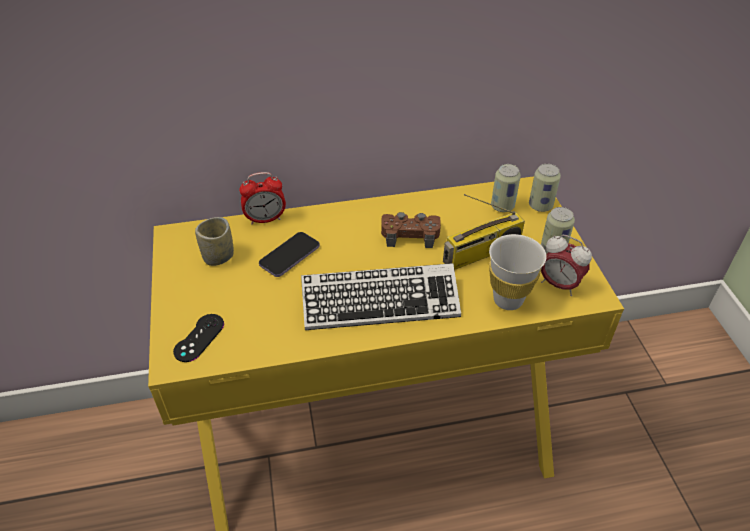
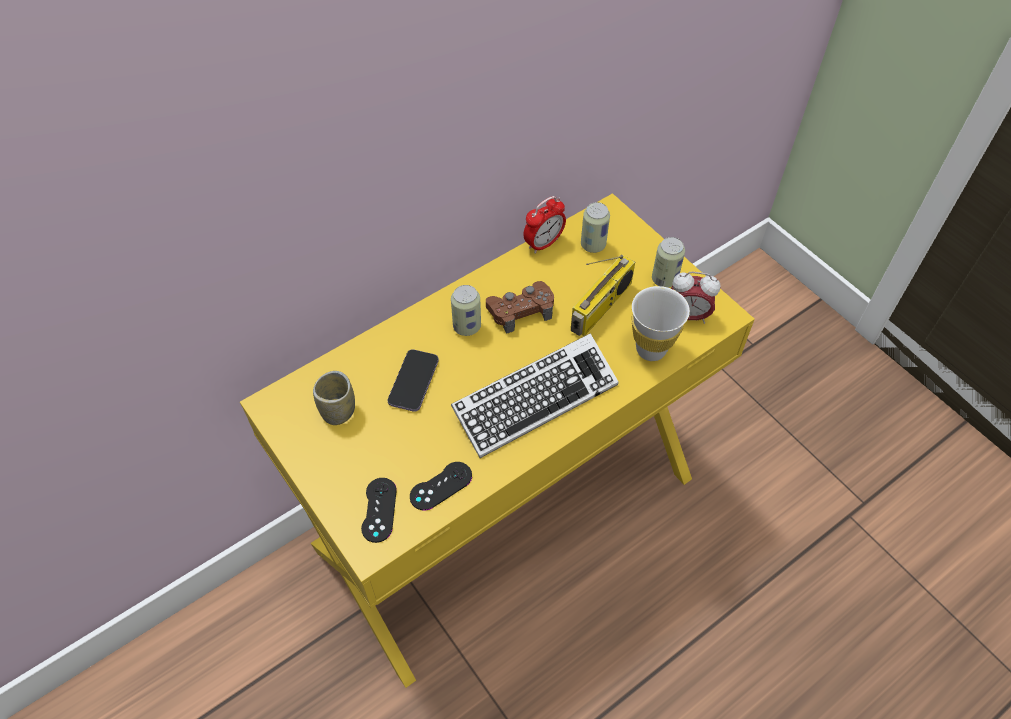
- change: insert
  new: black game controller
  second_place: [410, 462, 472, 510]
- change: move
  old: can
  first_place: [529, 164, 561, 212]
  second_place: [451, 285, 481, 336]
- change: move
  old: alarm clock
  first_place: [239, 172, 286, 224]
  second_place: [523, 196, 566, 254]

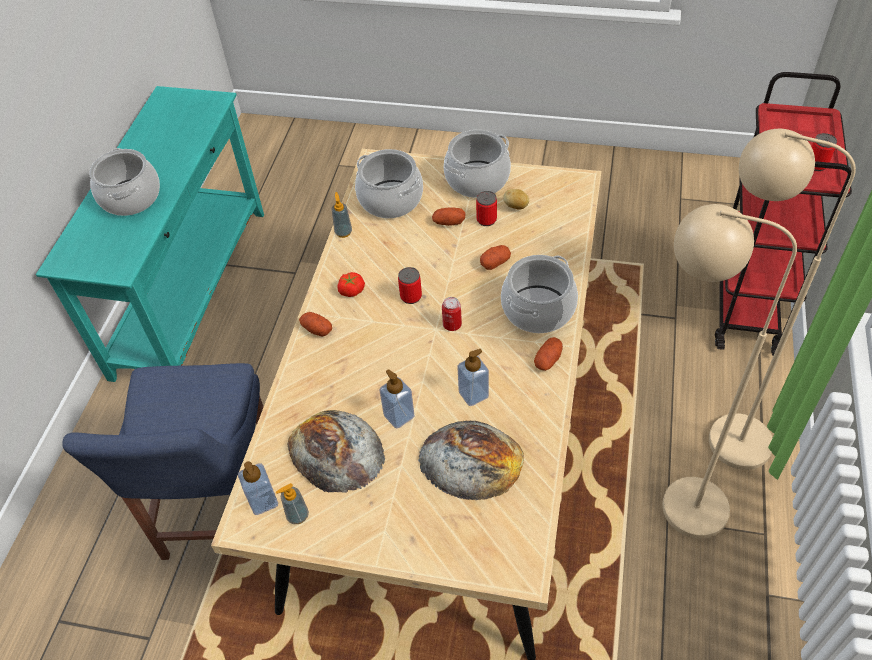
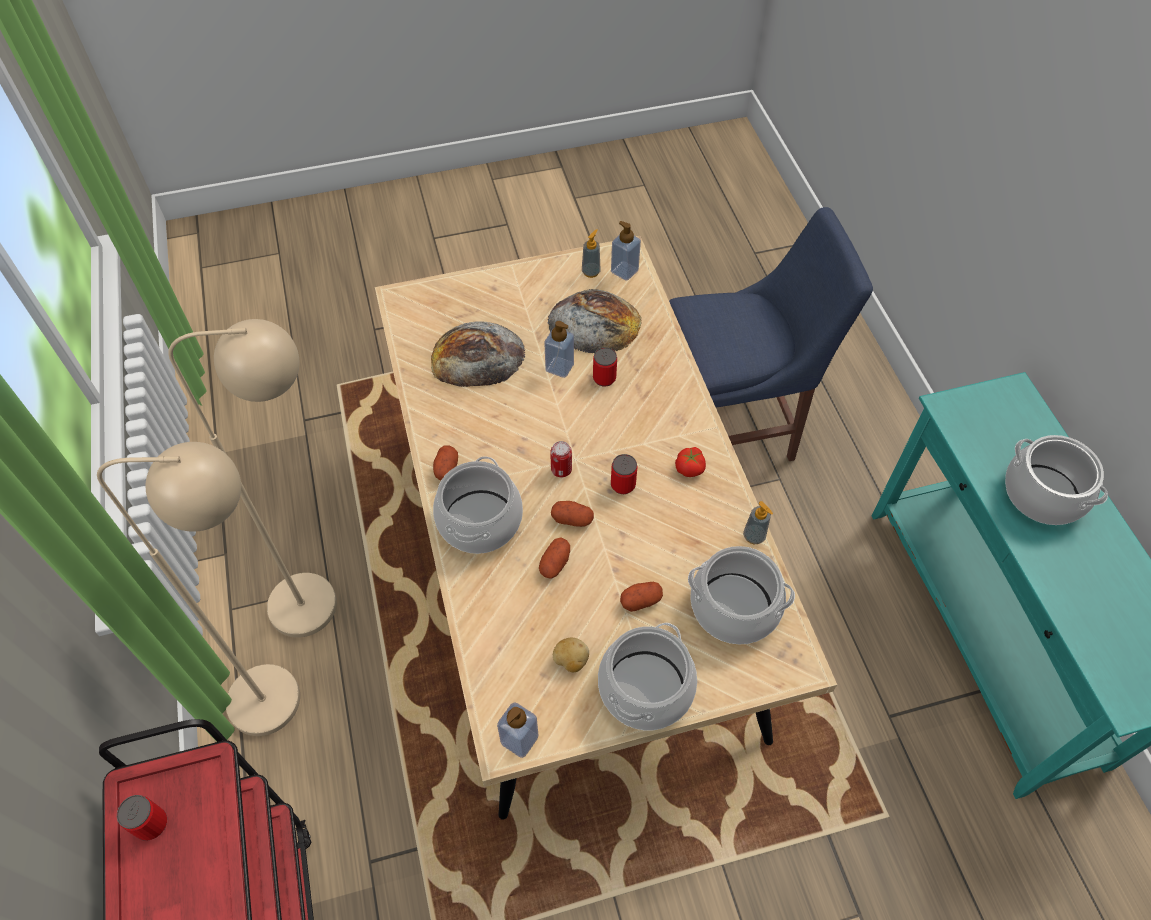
- change: move
  old: soap dispenser
  first_place: [457, 349, 489, 406]
  second_place: [497, 702, 538, 758]
- change: move
  old: potato
  first_place: [299, 312, 332, 336]
  second_place: [551, 501, 594, 527]
- change: move
  old: can
  first_place: [476, 191, 497, 226]
  second_place: [593, 347, 617, 387]
- change: rotate
  old: blue chair
  first_place: [62, 363, 263, 560]
  second_place: [669, 207, 873, 461]
  degrees: 105

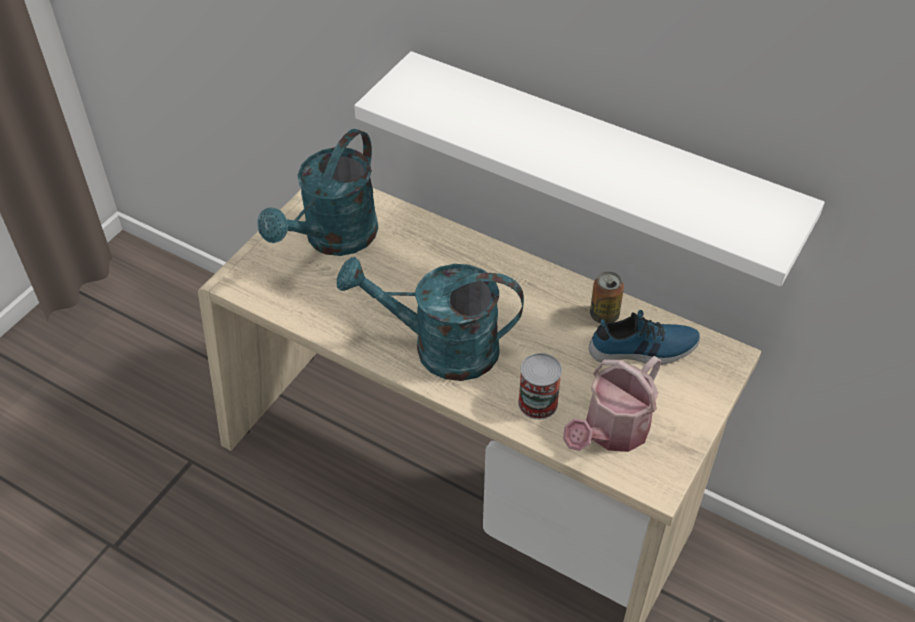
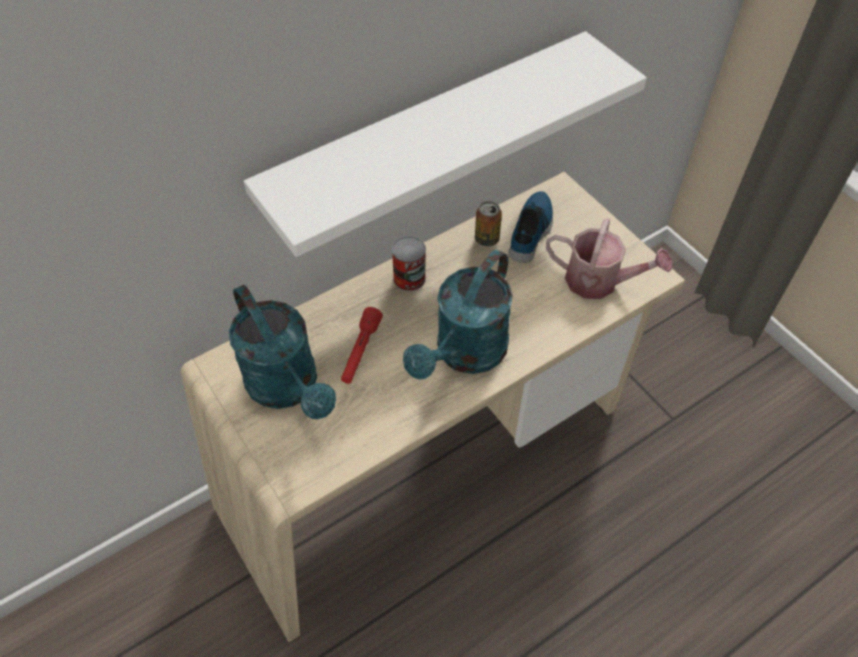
- change: insert
  new: red flashlight
  second_place: [341, 307, 383, 384]
- change: move
  old: can
  first_place: [518, 353, 562, 419]
  second_place: [392, 236, 426, 291]
- change: rotate
  old: watering can
  first_place: [563, 356, 661, 452]
  second_place: [546, 218, 672, 299]
  degrees: -45

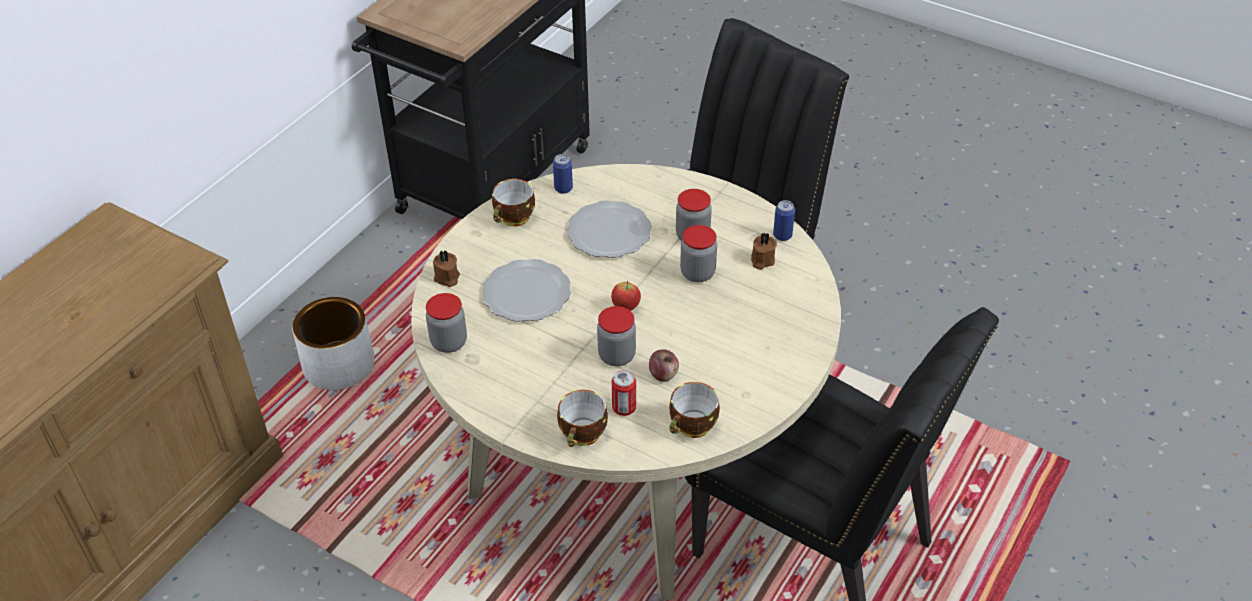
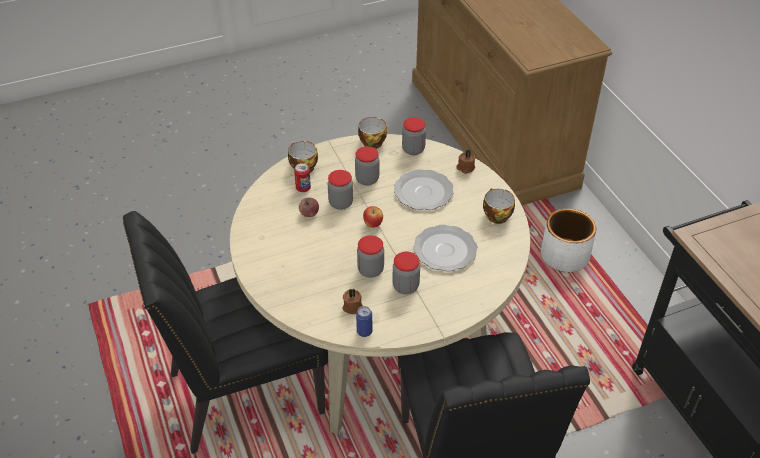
- change: insert
  new: jar
  second_place: [355, 146, 379, 186]
- change: move
  old: cup
  first_place: [669, 382, 720, 438]
  second_place: [358, 117, 387, 149]
- change: delete
  old: can
  first_place: [553, 154, 573, 194]

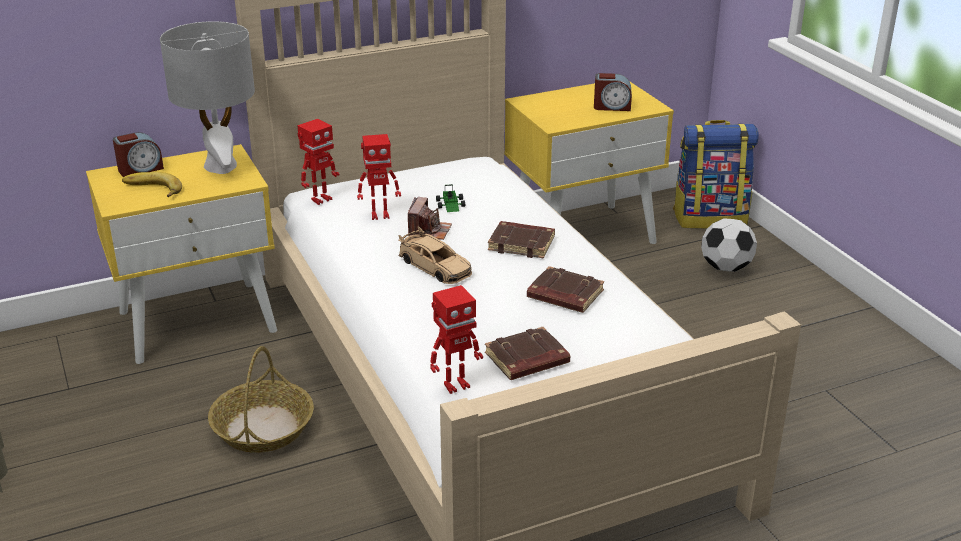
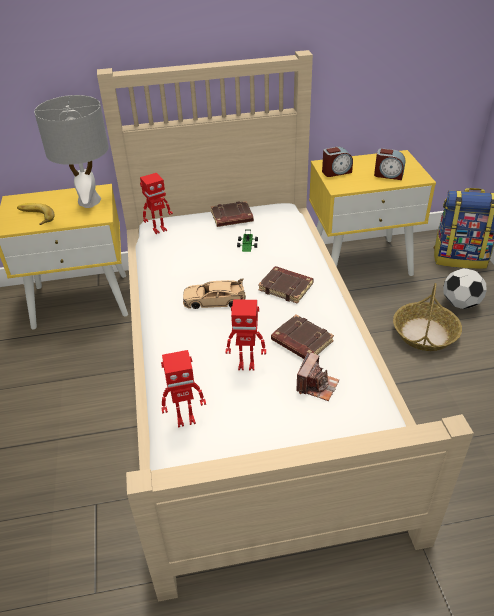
- change: rotate
  old: beige toy car
  first_place: [398, 226, 472, 284]
  second_place: [183, 278, 246, 309]
  degrees: 120
- change: move
  old: brown book
  first_place: [485, 327, 570, 380]
  second_place: [211, 201, 254, 227]
- change: move
  old: toy robot
  first_place: [357, 134, 401, 220]
  second_place: [226, 299, 266, 371]
- change: move
  old: photo camera
  first_place: [408, 197, 452, 240]
  second_place: [296, 352, 339, 401]
- change: move
  old: alarm clock
  first_place: [113, 132, 164, 177]
  second_place: [322, 147, 353, 177]
- change: move
  old: basket
  first_place: [208, 346, 314, 453]
  second_place: [393, 283, 462, 351]

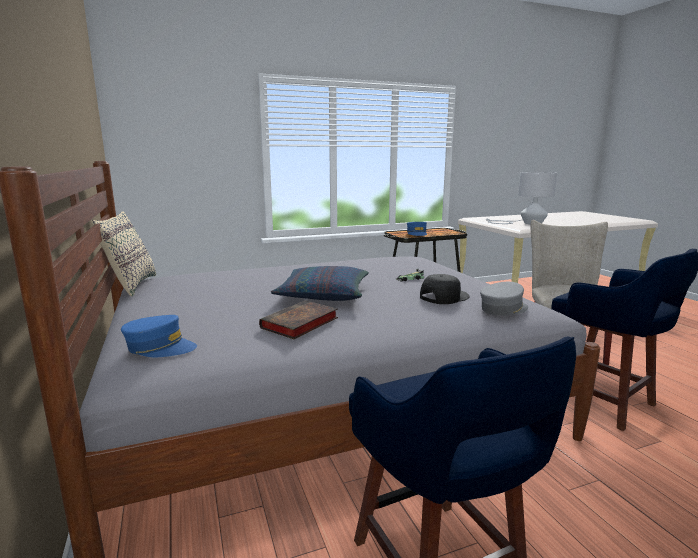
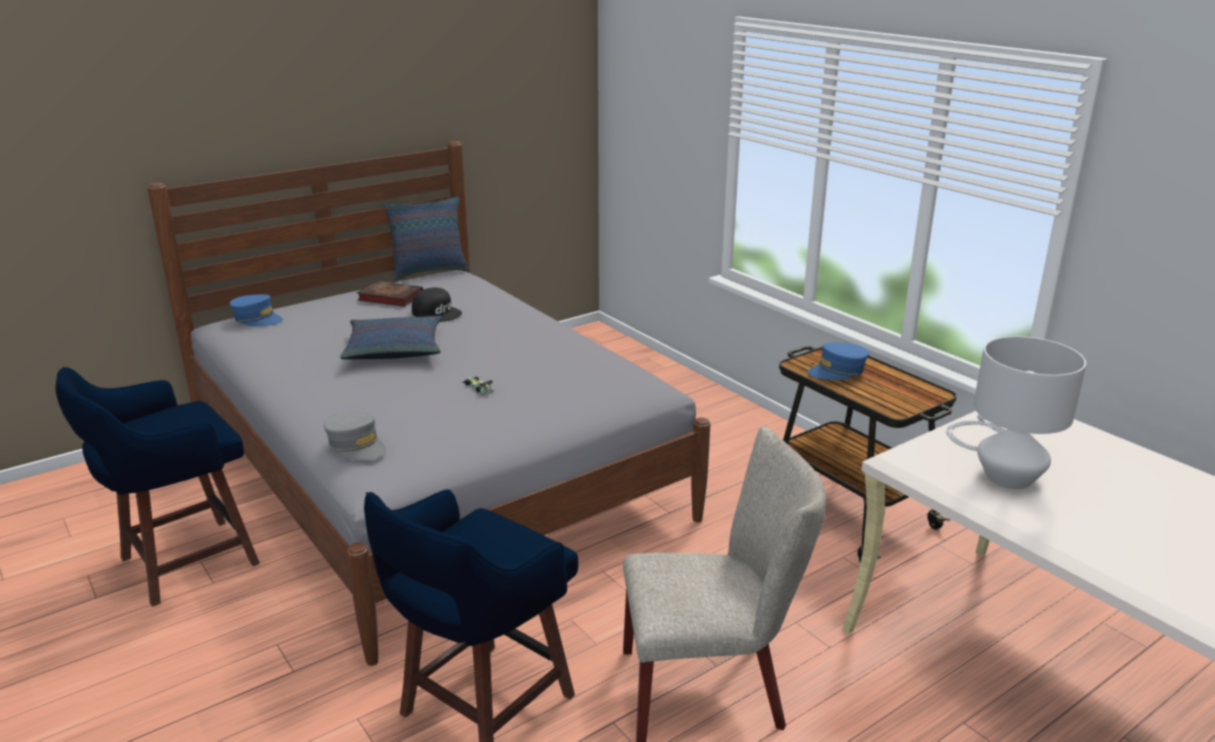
- change: rotate
  old: blue cap
  first_place: [121, 315, 197, 357]
  second_place: [229, 295, 283, 326]
  degrees: -60
- change: move
  old: book
  first_place: [259, 300, 338, 339]
  second_place: [357, 281, 423, 307]
- change: recolor
  old: beige pillow
  new: blue pillow
  first_place: [91, 211, 156, 296]
  second_place: [382, 197, 470, 281]
- change: move
  old: black cap
  first_place: [420, 274, 469, 304]
  second_place: [412, 288, 462, 322]

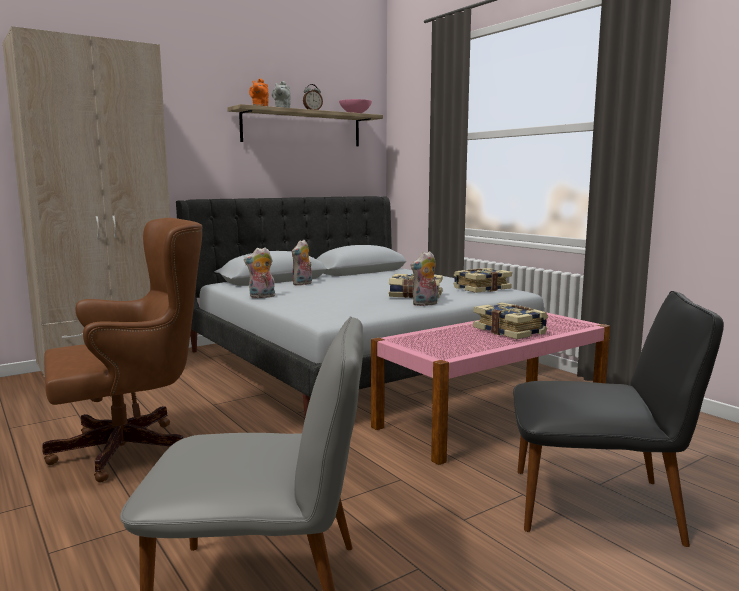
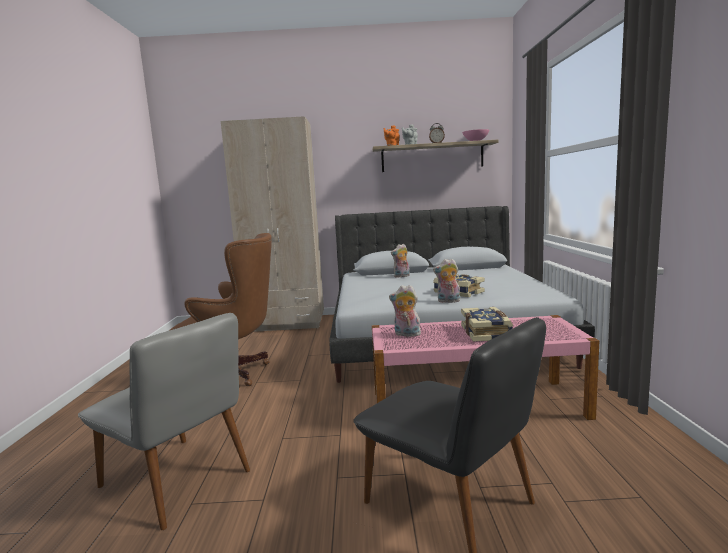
- change: move
  old: plush toy
  first_place: [244, 247, 275, 298]
  second_place: [389, 285, 421, 337]
- change: delete
  old: book
  first_place: [453, 268, 512, 293]

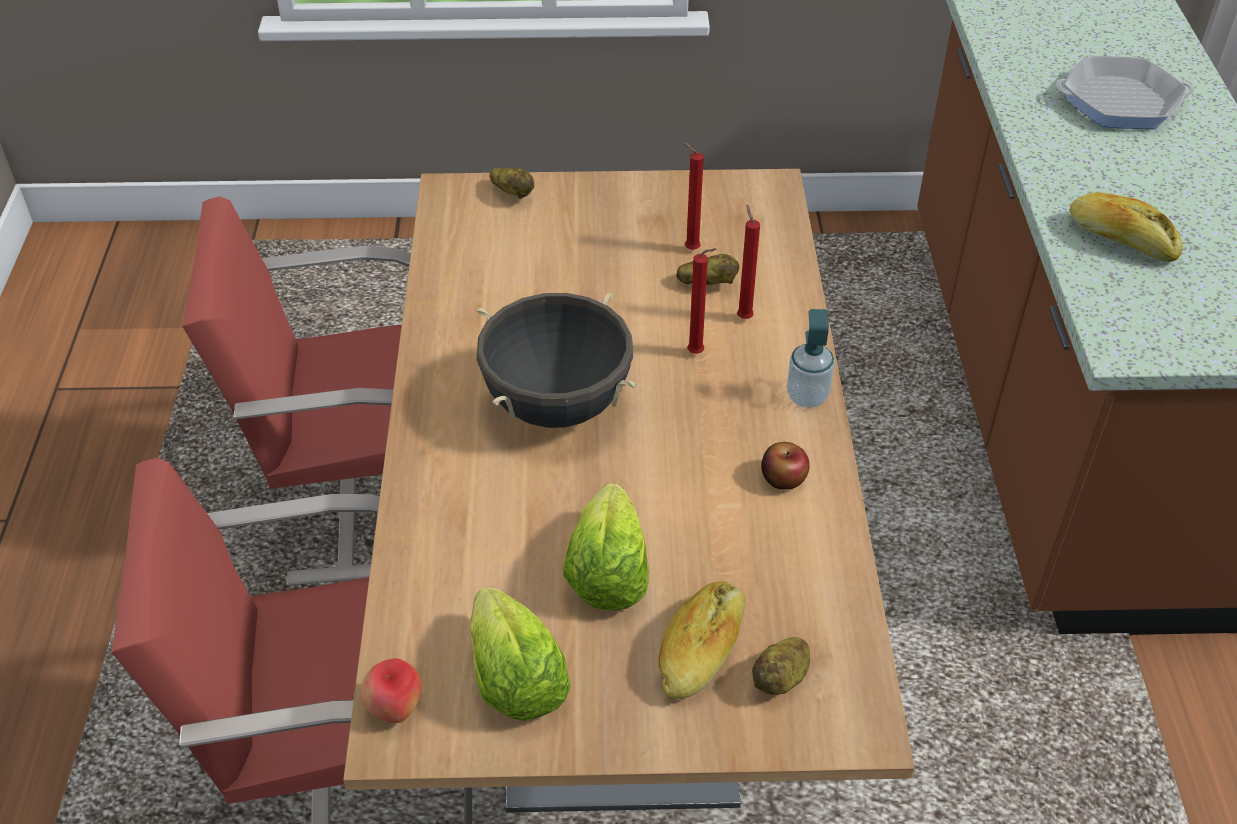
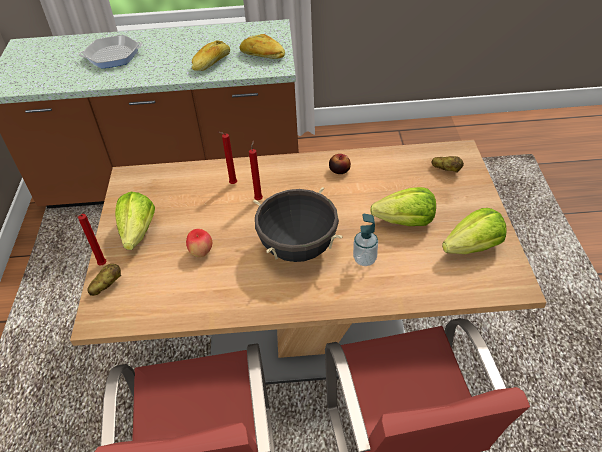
- change: move
  old: red candle
  first_place: [684, 142, 704, 250]
  second_place: [75, 214, 107, 265]
- change: rotate
  old: frying pan
  first_place: [1056, 56, 1194, 129]
  second_place: [79, 35, 142, 69]
  degrees: -105
- change: insert
  new: lettuce
  second_place: [115, 192, 155, 250]
- change: move
  old: apple
  first_place: [361, 658, 422, 723]
  second_place: [186, 229, 212, 257]
- change: move
  old: bread
  first_place: [659, 581, 746, 699]
  second_place: [240, 34, 285, 59]
- change: move
  old: soap dispenser
  first_place: [787, 309, 835, 408]
  second_place: [353, 214, 378, 266]
- change: delete
  old: potato
  first_place: [676, 254, 739, 285]

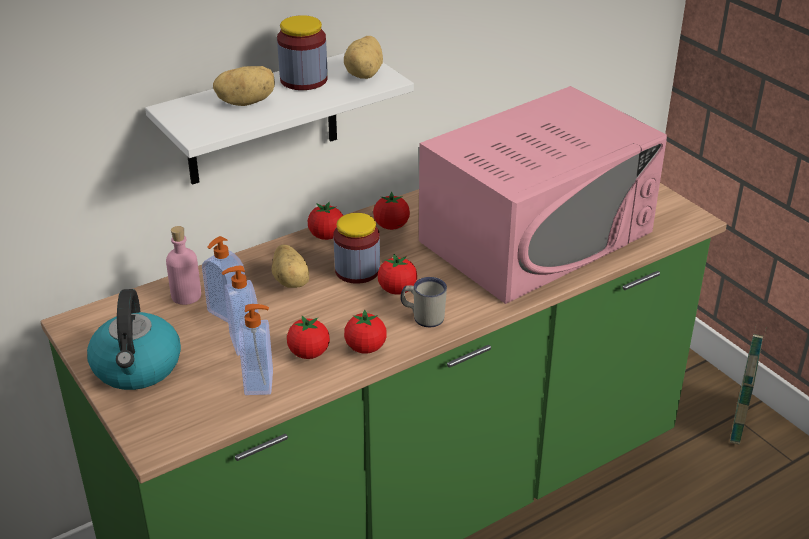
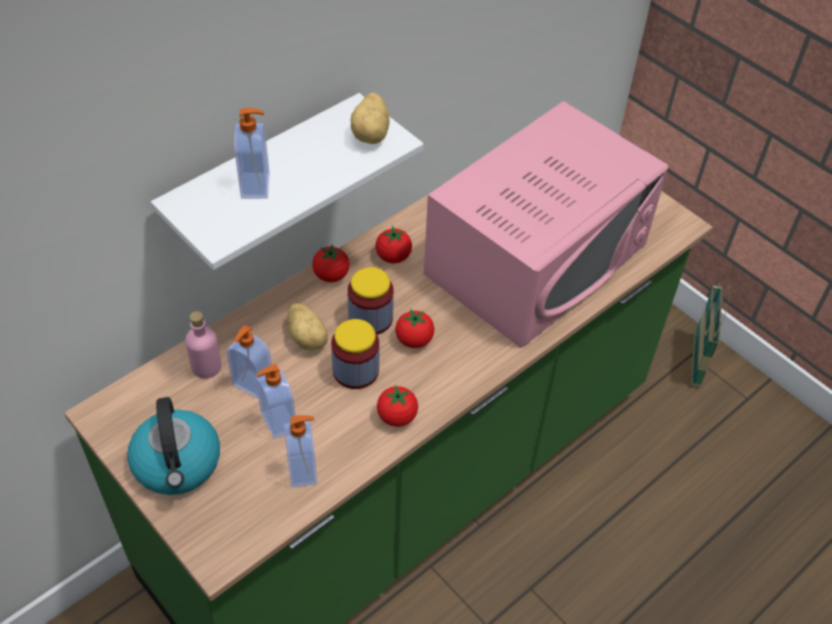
- change: replace
  old: potato
  new: soap dispenser
  first_place: [213, 66, 275, 106]
  second_place: [234, 108, 269, 199]
- change: move
  old: jar
  first_place: [277, 15, 328, 90]
  second_place: [331, 319, 379, 389]
- change: delete
  old: tomato
  first_place: [287, 316, 330, 359]
- change: delete
  old: white mug
  first_place: [401, 277, 447, 327]

